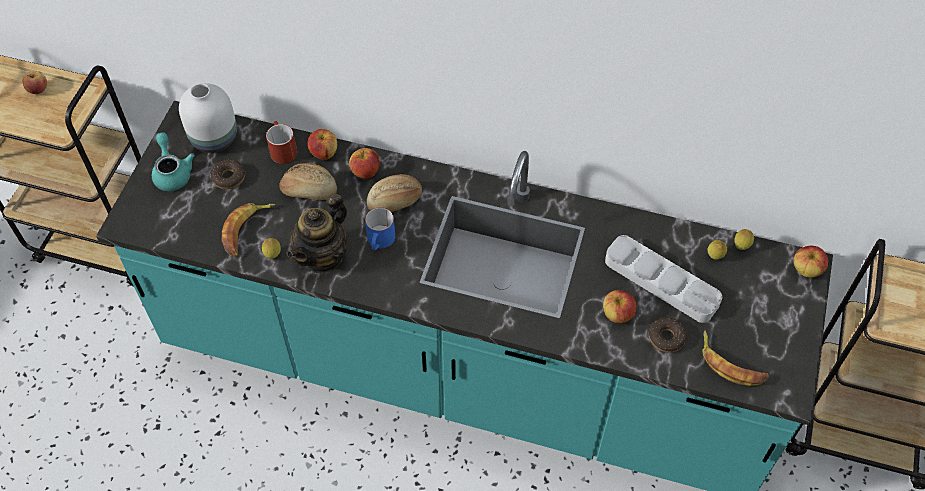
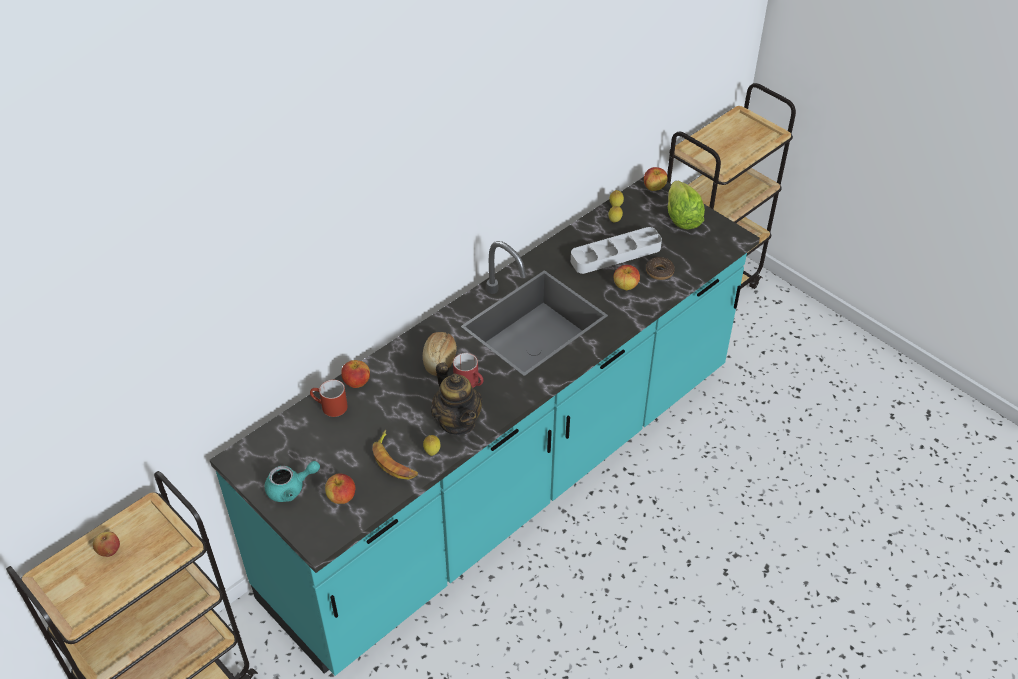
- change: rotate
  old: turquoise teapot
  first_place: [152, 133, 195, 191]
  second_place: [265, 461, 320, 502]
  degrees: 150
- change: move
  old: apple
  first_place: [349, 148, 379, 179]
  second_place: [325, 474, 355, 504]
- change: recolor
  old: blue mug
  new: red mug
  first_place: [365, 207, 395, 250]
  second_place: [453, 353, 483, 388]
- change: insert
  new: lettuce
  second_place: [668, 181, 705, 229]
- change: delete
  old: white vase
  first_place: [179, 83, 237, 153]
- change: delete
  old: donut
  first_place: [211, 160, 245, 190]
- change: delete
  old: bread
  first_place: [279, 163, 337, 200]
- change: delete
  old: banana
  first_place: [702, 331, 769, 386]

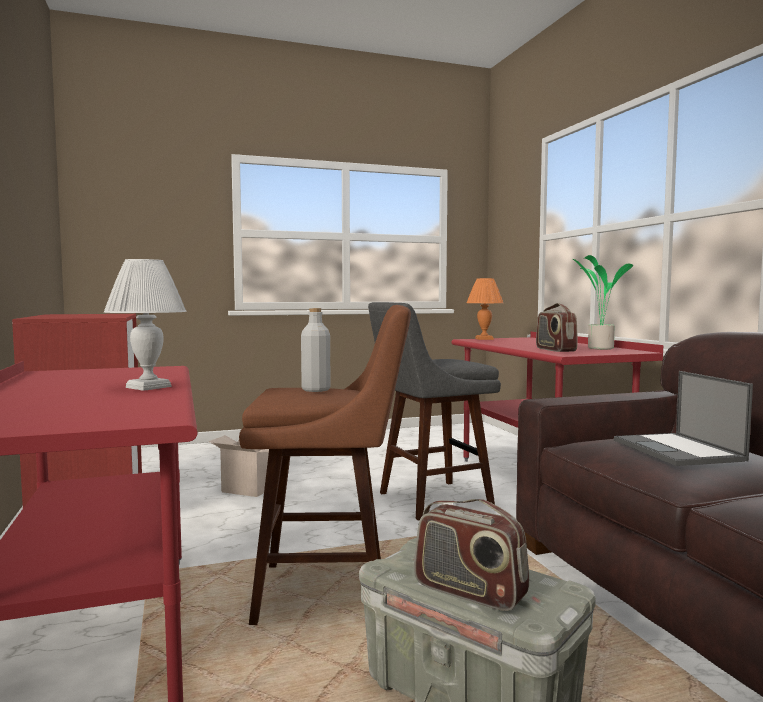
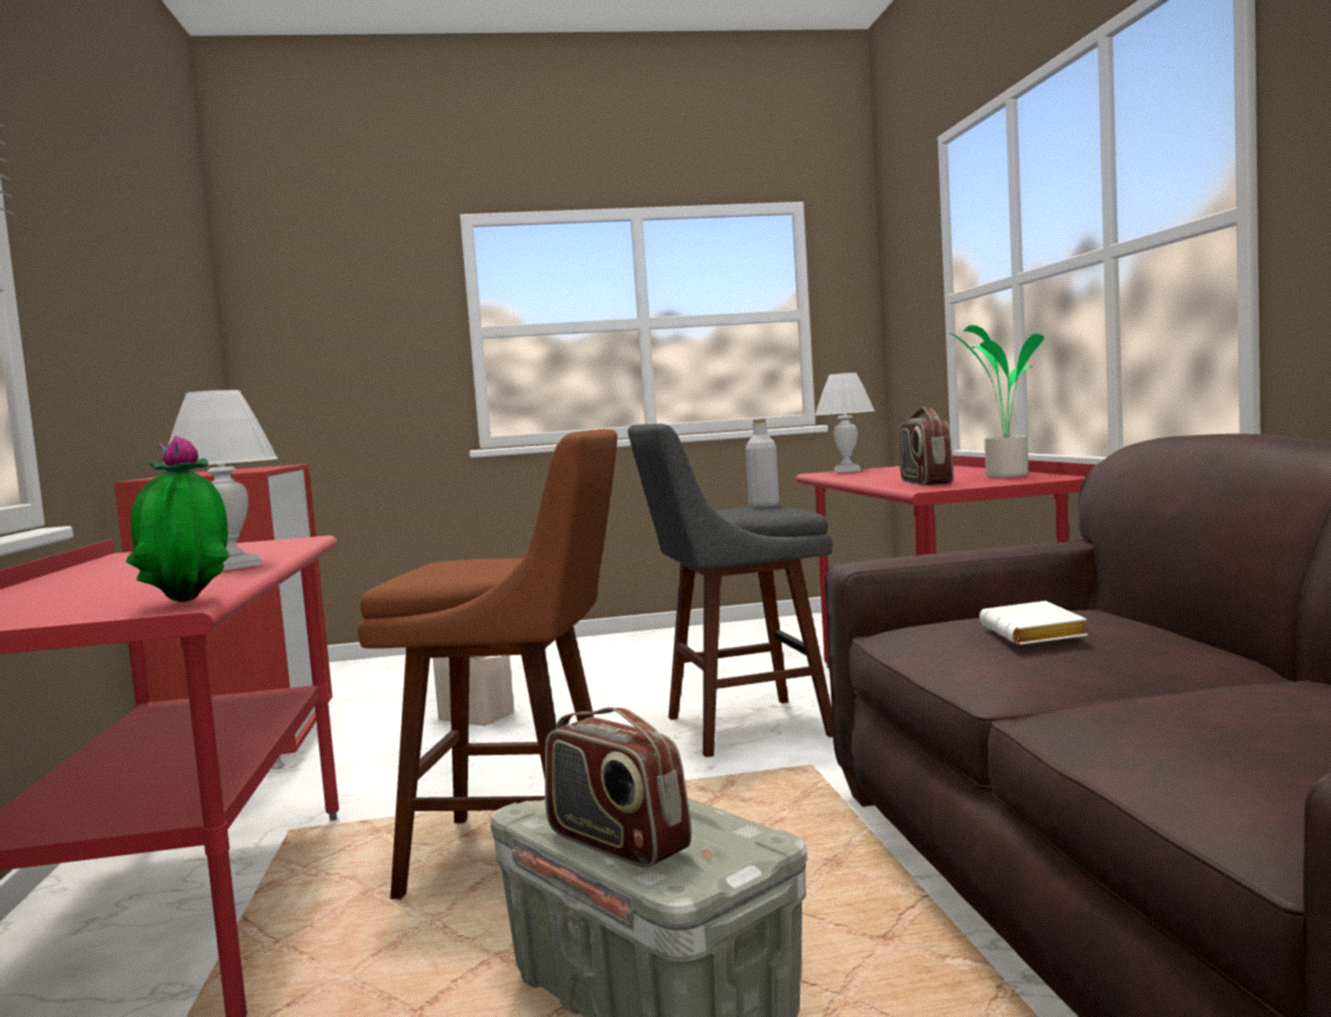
- change: insert
  new: potted plant
  second_place: [126, 436, 230, 602]
- change: move
  old: grey bottle
  first_place: [301, 308, 331, 392]
  second_place: [746, 419, 779, 508]
- change: recolor
  old: orange table lamp
  new: white table lamp
  first_place: [467, 278, 503, 340]
  second_place: [815, 373, 875, 473]
- change: replace
  old: laptop
  new: white book
  first_place: [614, 371, 753, 466]
  second_place: [979, 601, 1088, 645]

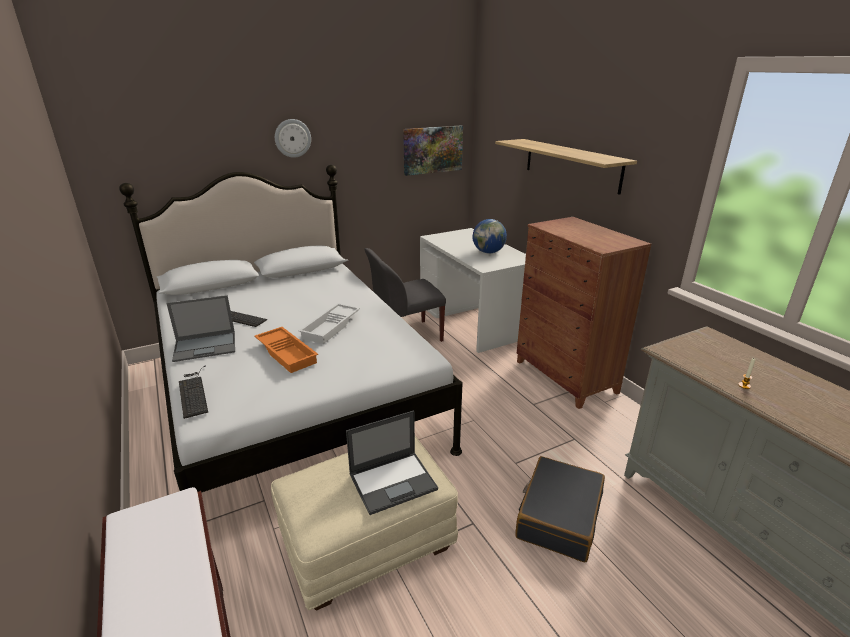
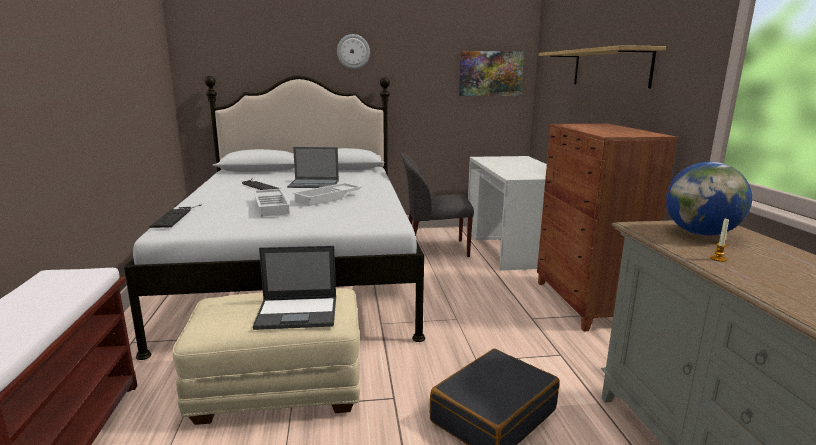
- change: recolor
  old: orange tray
  new: white tray
  first_place: [254, 327, 318, 373]
  second_place: [253, 189, 291, 217]
- change: move
  old: laptop
  first_place: [166, 295, 235, 362]
  second_place: [287, 147, 339, 188]
- change: move
  old: globe
  first_place: [472, 219, 507, 253]
  second_place: [666, 162, 752, 236]

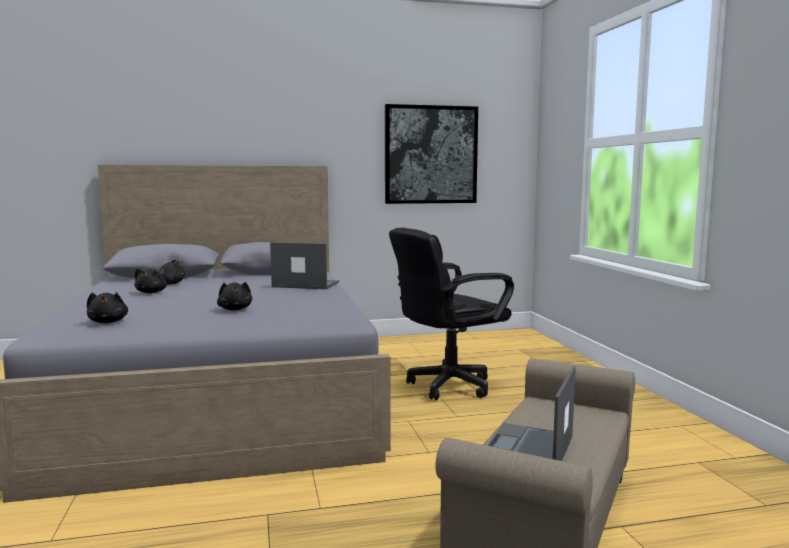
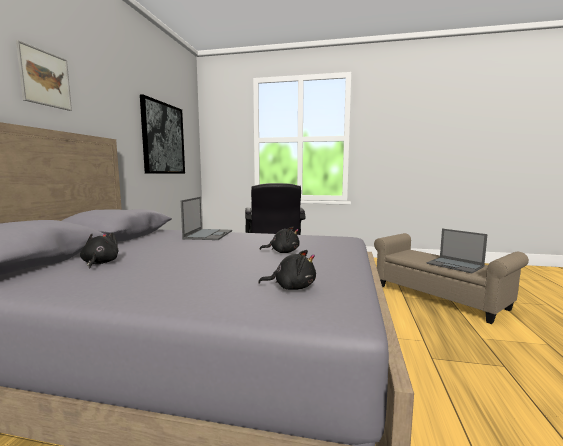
- change: insert
  new: picture
  second_place: [16, 40, 72, 111]
- change: rotate
  old: laptop
  first_place: [270, 242, 339, 289]
  second_place: [181, 197, 232, 240]
  degrees: 150
- change: delete
  old: black plush toy
  first_place: [134, 268, 167, 293]

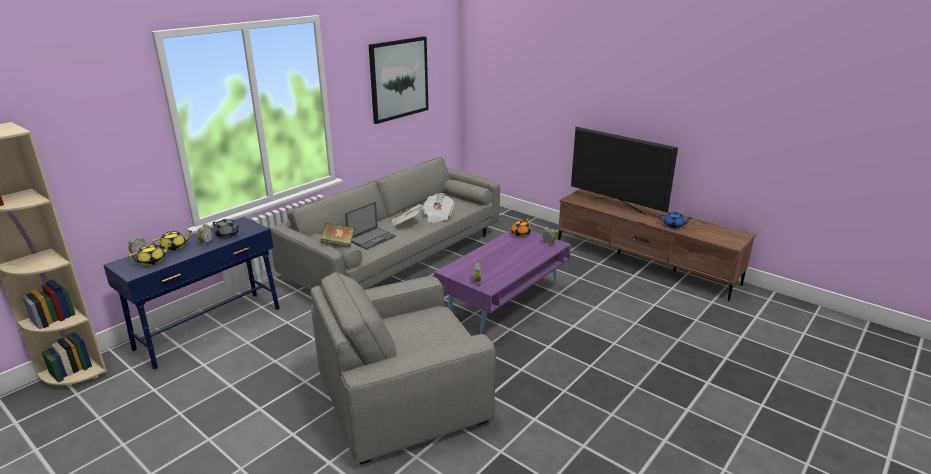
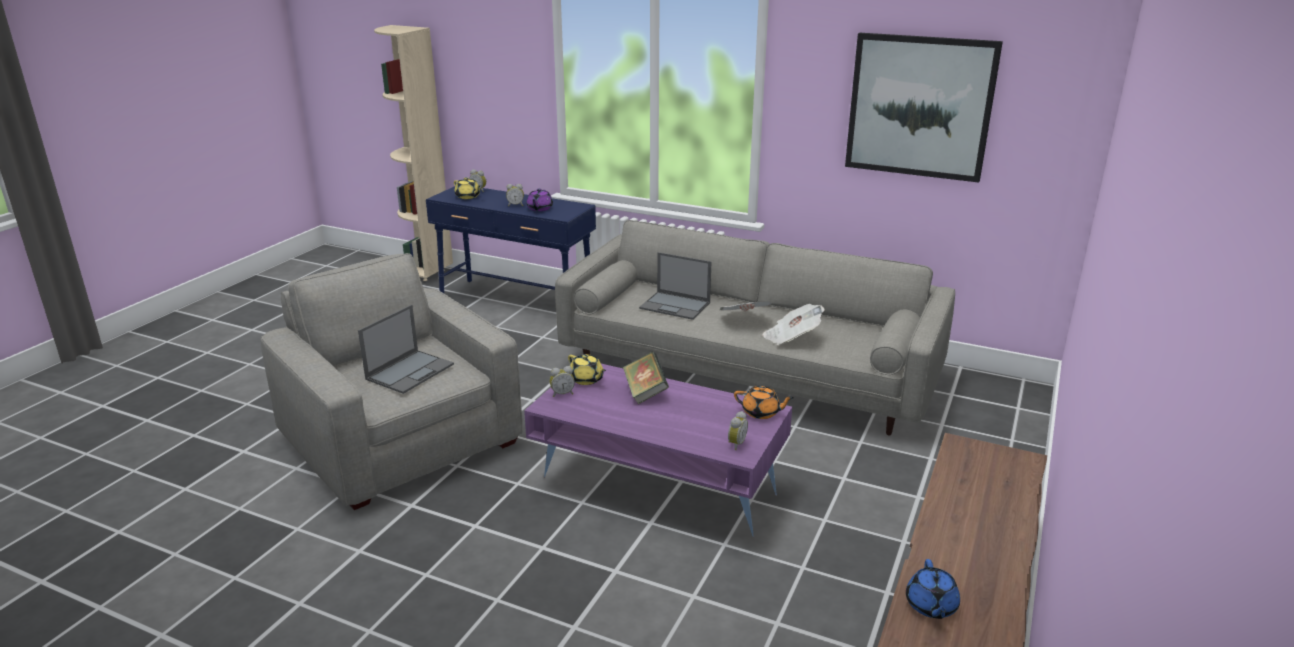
- change: insert
  new: laptop
  second_place: [358, 305, 454, 394]
- change: recolor
  old: grey teapot
  new: purple teapot
  first_place: [213, 219, 239, 238]
  second_place: [527, 188, 553, 211]
- change: move
  old: yellow teapot
  first_place: [152, 231, 192, 251]
  second_place: [568, 354, 606, 385]
- change: move
  old: book
  first_place: [321, 223, 355, 247]
  second_place: [623, 352, 669, 404]
- change: delete
  old: television
  first_place: [571, 127, 678, 215]

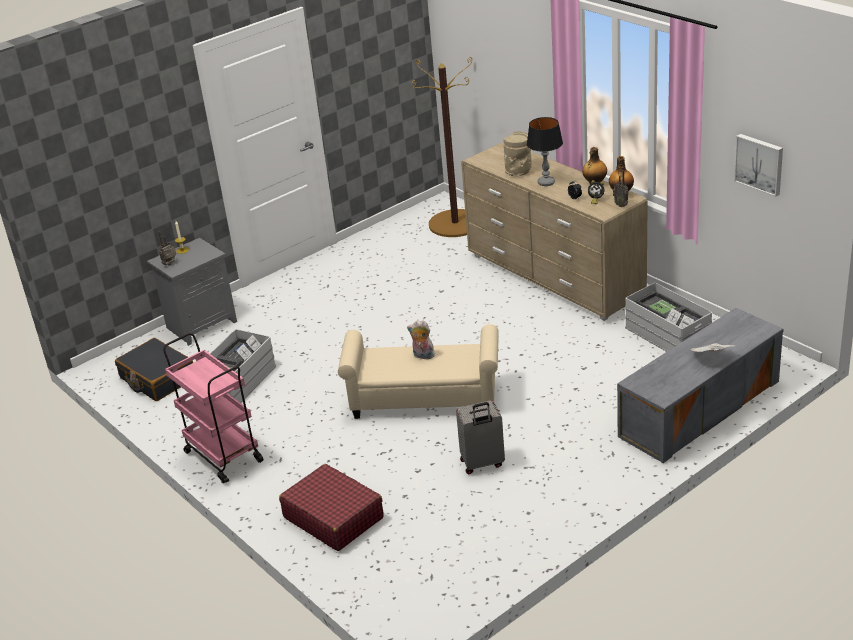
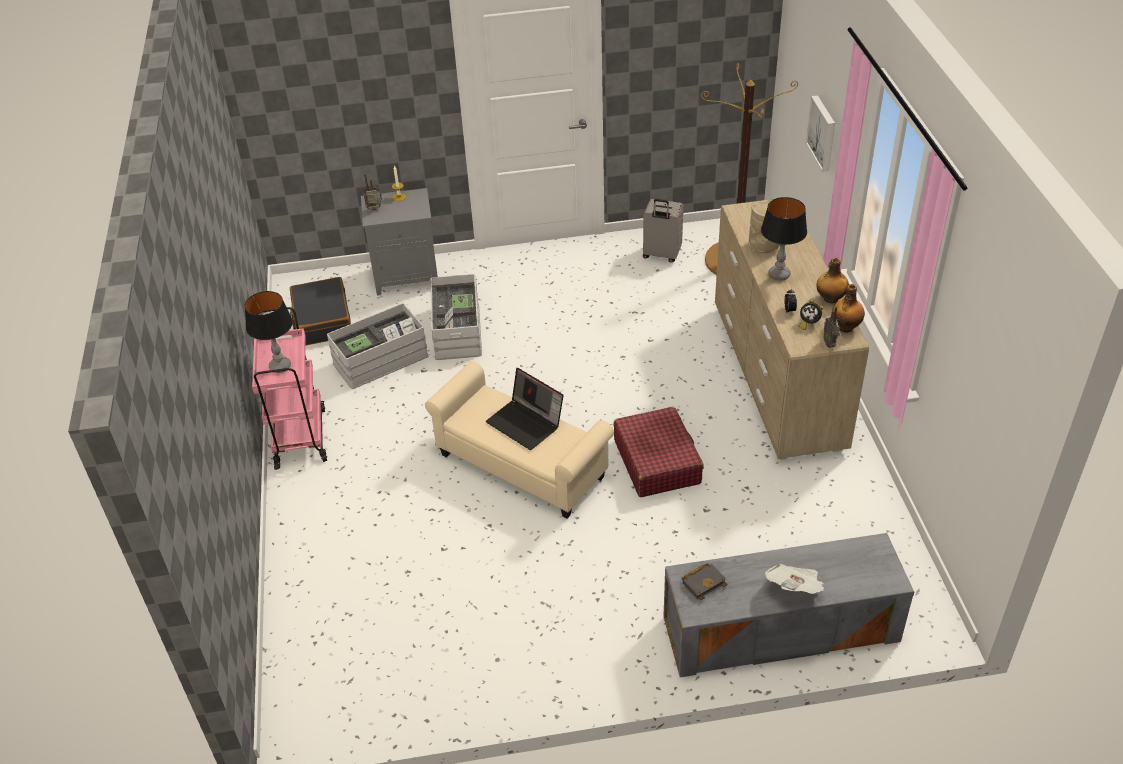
- change: insert
  new: table lamp
  second_place: [244, 291, 293, 373]
- change: move
  old: grey storage box
  first_place: [625, 283, 712, 352]
  second_place: [431, 274, 482, 360]
- change: replace
  old: plush toy
  new: laptop
  first_place: [407, 320, 435, 359]
  second_place: [486, 368, 564, 450]
- change: move
  old: red suitcase
  first_place: [279, 464, 384, 551]
  second_place: [613, 407, 704, 497]
- change: move
  old: grey suitcase
  first_place: [456, 400, 505, 474]
  second_place: [643, 199, 684, 262]
- change: insert
  new: black book
  second_place: [681, 563, 727, 600]
- change: move
  old: picture
  first_place: [734, 134, 783, 197]
  second_place: [806, 95, 835, 172]

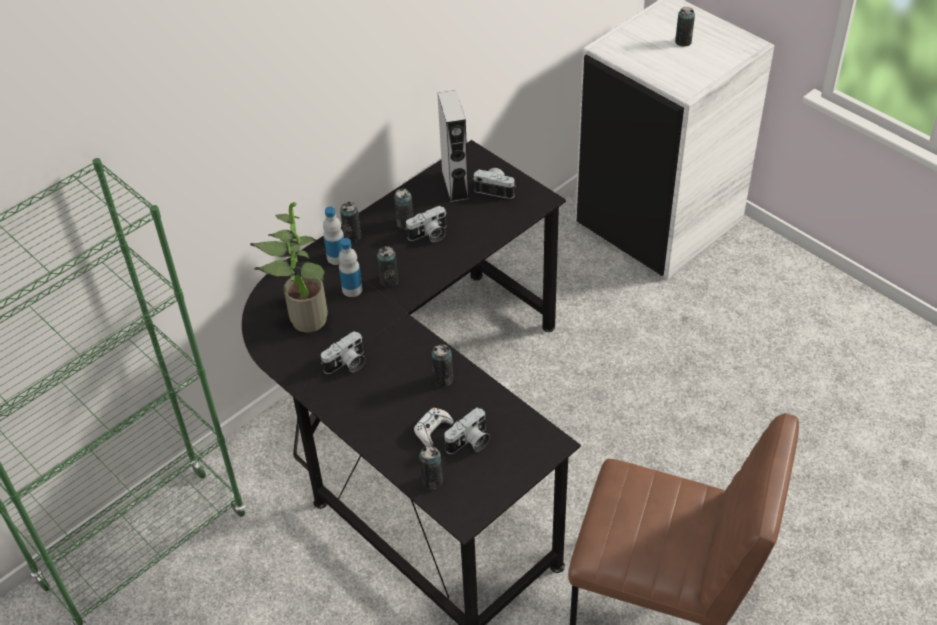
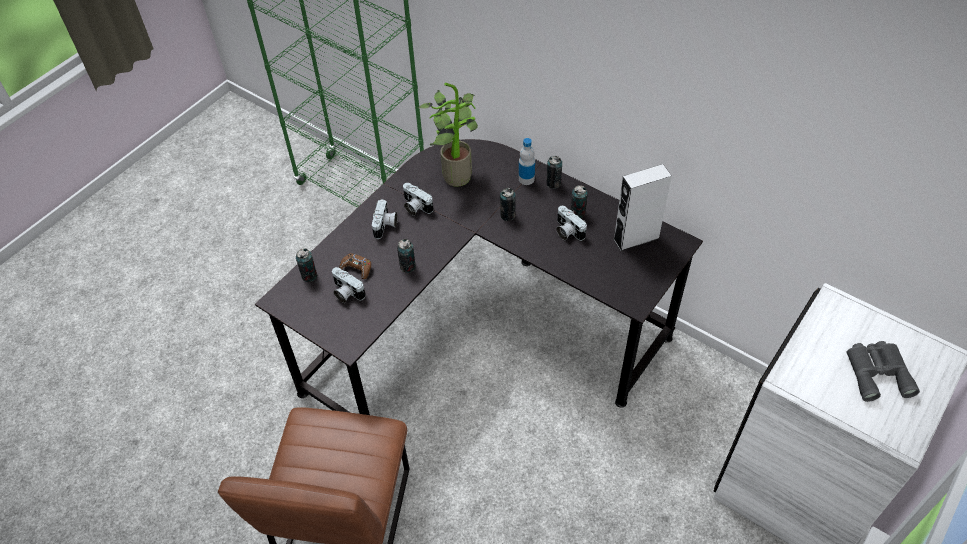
- change: recolor
  old: white game controller
  new: brown game controller
  first_place: [413, 408, 453, 446]
  second_place: [339, 253, 371, 279]
- change: move
  old: photo camera
  first_place: [474, 168, 516, 199]
  second_place: [372, 199, 398, 239]
- change: replace
  old: can
  new: grey binoculars
  first_place: [675, 7, 695, 47]
  second_place: [847, 341, 920, 402]
- change: delete
  old: bottle
  first_place: [338, 238, 362, 297]

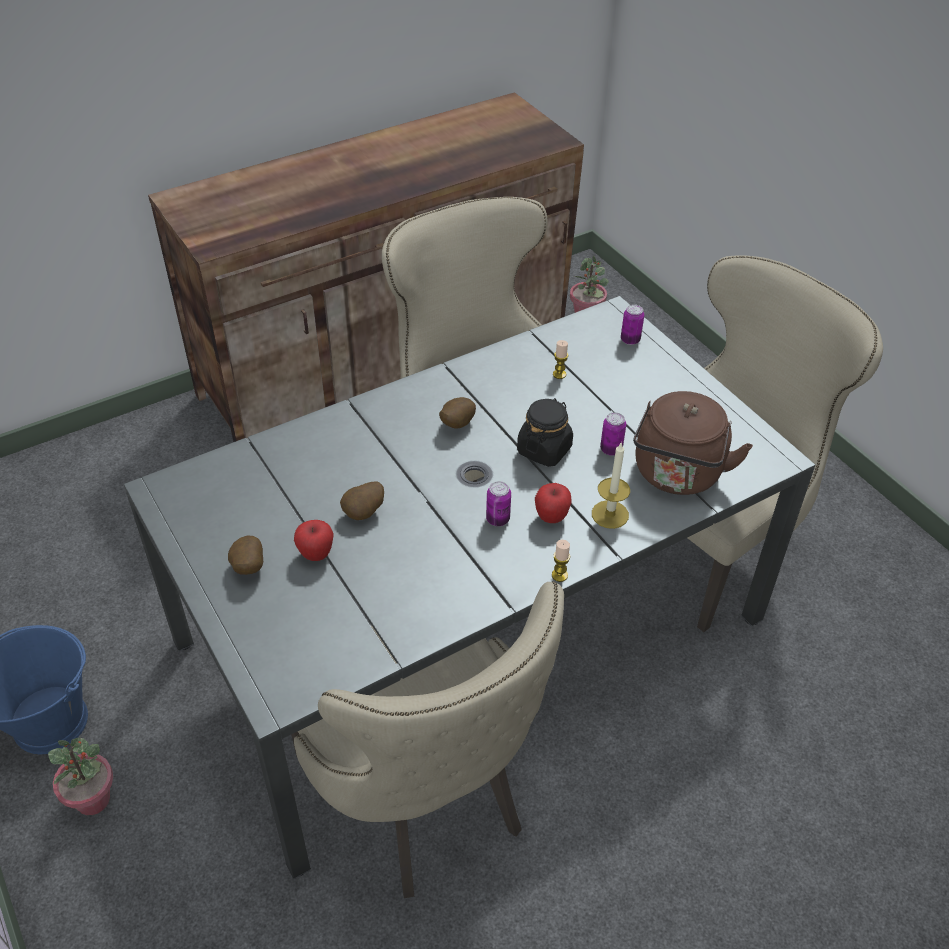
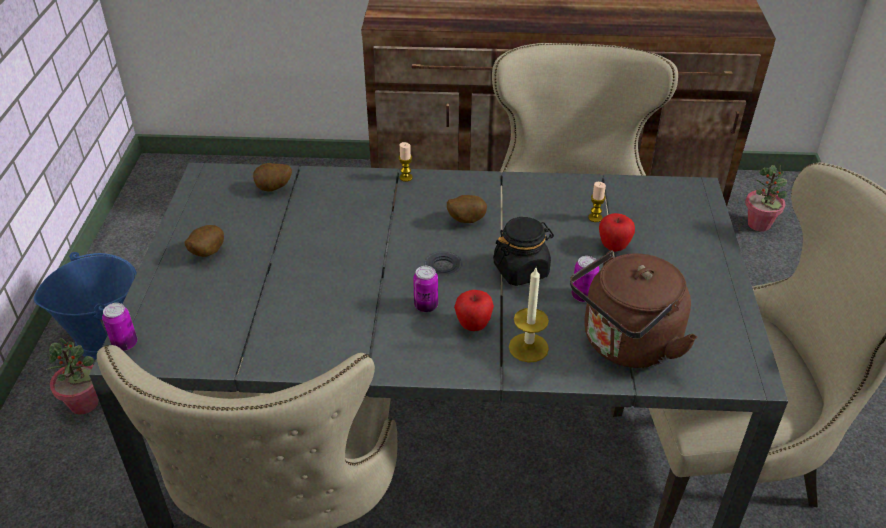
- change: move
  old: can
  first_place: [621, 304, 644, 345]
  second_place: [102, 303, 137, 351]
- change: move
  old: potato
  first_place: [340, 481, 384, 520]
  second_place: [253, 163, 292, 192]
- change: move
  old: candle
  first_place: [552, 540, 570, 582]
  second_place: [399, 142, 413, 182]
- change: move
  old: apple
  first_place: [294, 520, 334, 561]
  second_place: [599, 213, 635, 252]

